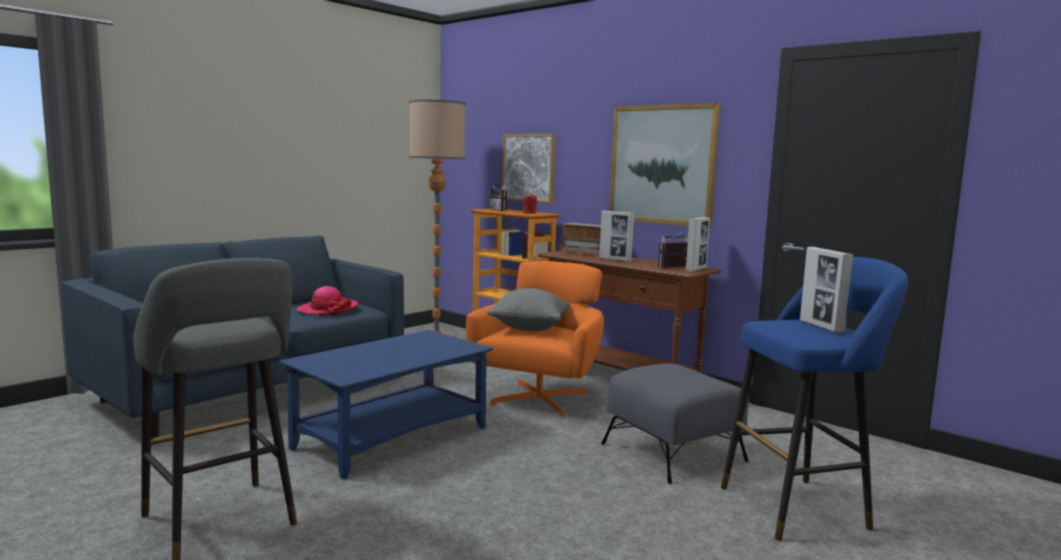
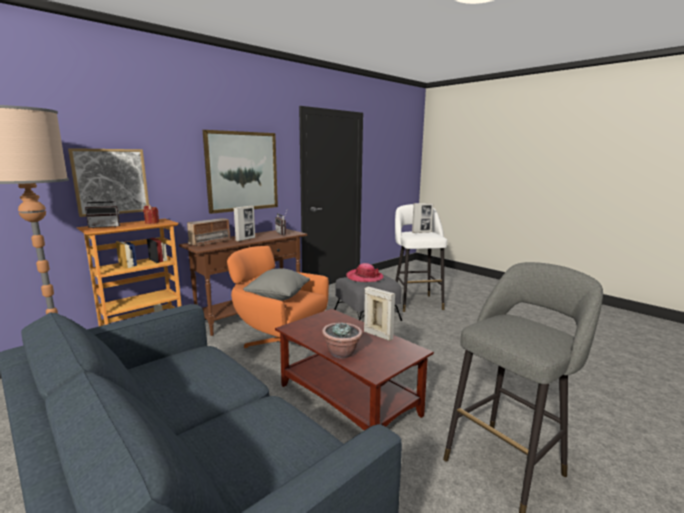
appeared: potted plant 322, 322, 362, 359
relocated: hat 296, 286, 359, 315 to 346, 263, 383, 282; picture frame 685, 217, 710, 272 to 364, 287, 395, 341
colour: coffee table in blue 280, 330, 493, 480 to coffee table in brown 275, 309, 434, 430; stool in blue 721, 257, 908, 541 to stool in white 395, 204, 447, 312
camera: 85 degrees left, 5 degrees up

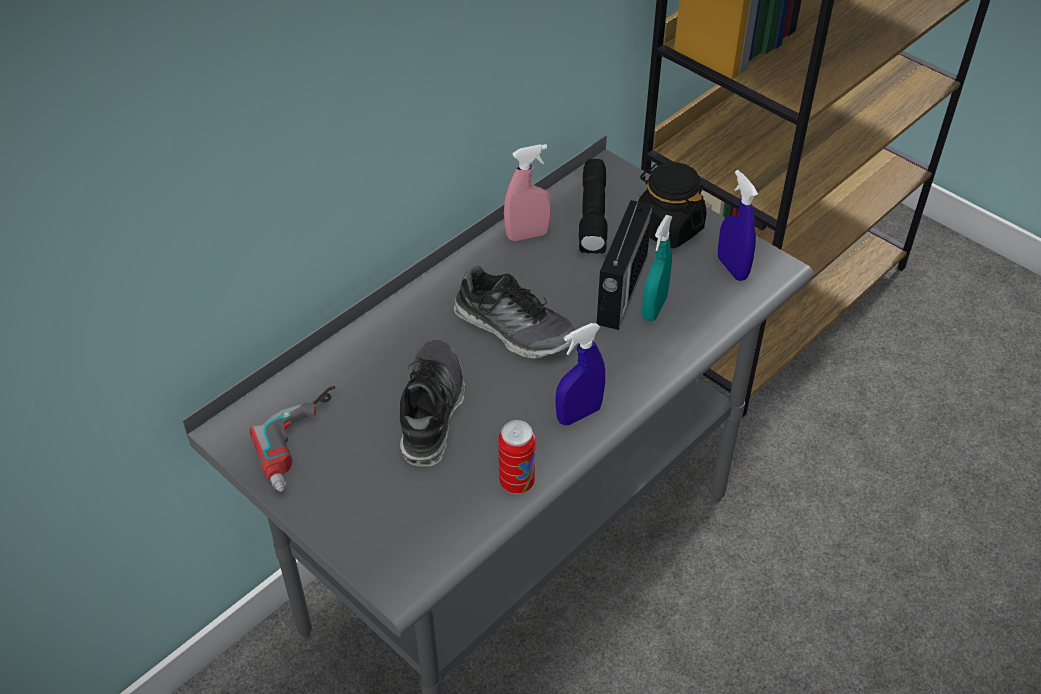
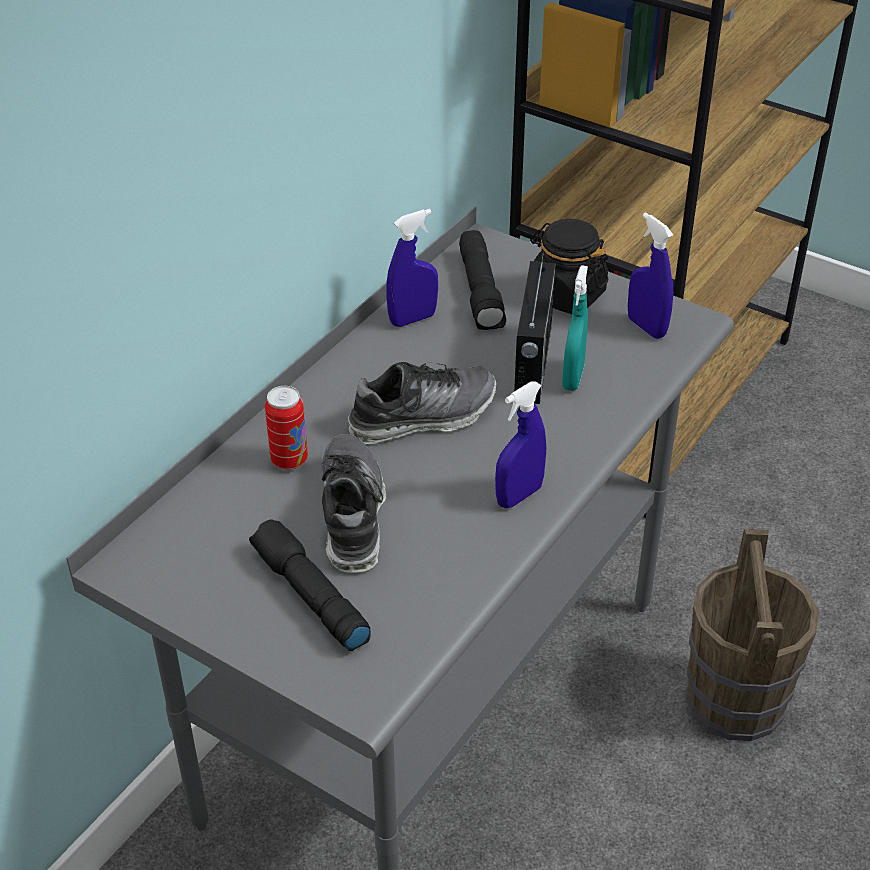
missing: power drill 250, 386, 336, 492
appeared: flashlight in black 249, 519, 371, 651; bucket in brown 686, 529, 819, 741
relocated: can 498, 420, 535, 494 to 265, 386, 308, 470
colour: spray bottle in pink 504, 144, 552, 241 to spray bottle in blue 386, 209, 438, 327
spun: shoe 454, 266, 574, 358 = 348, 362, 496, 444 45 degrees counterclockwise
camera: 10 degrees left, 5 degrees down

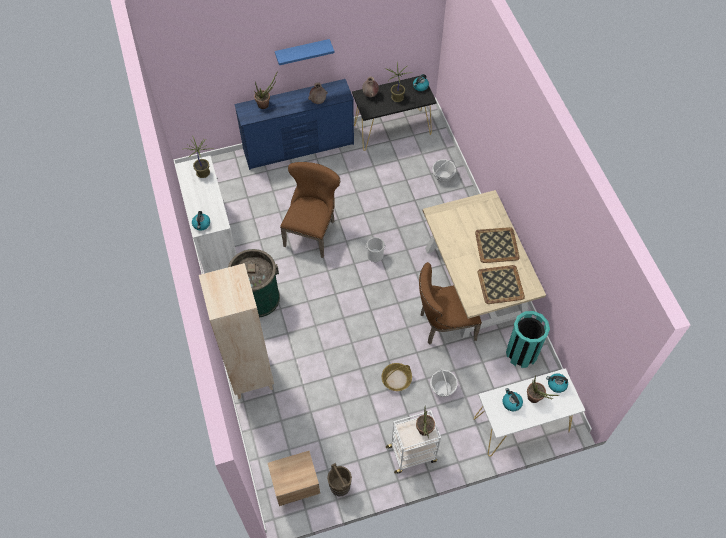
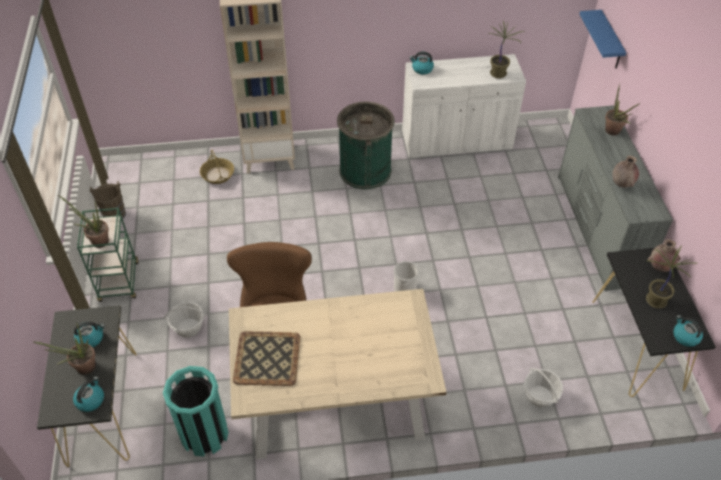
missing: nightstand in beige 268, 451, 320, 506; chair in brown 280, 162, 340, 258; tray 475, 227, 520, 263
relocated: shelf in blue 275, 39, 334, 65 to 579, 10, 626, 69; basket 382, 363, 412, 391 to 200, 150, 234, 184
colour: dresser in blue 234, 79, 354, 170 to dresser in grey 558, 105, 673, 291; cart in white 386, 410, 441, 474 to cart in green 77, 208, 139, 302; console table in white 474, 368, 585, 457 to console table in black 37, 305, 137, 467
camera: 100 degrees right, 10 degrees down

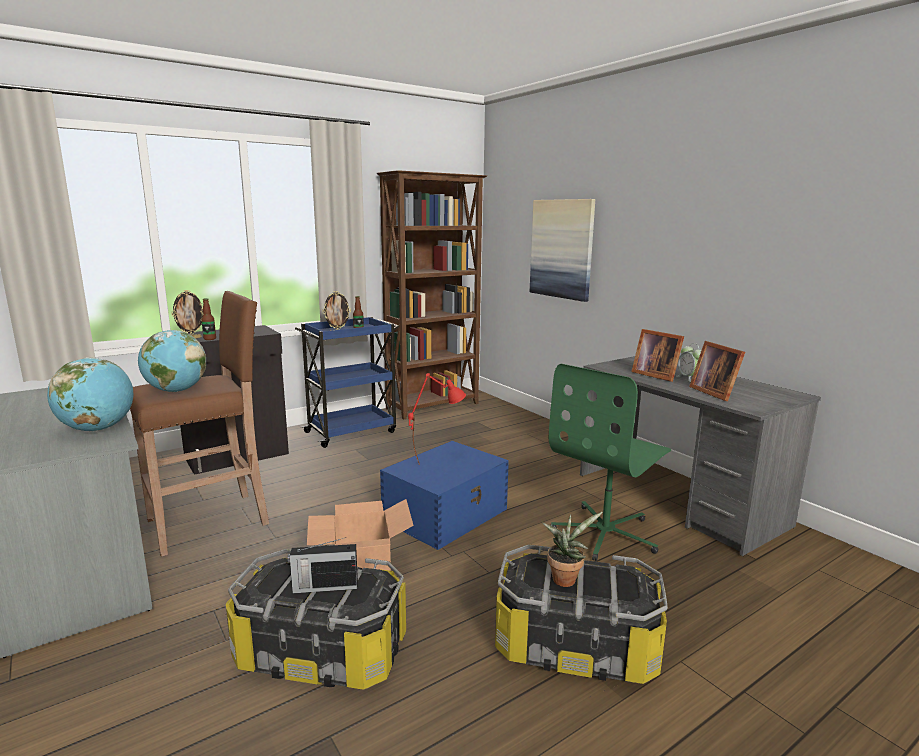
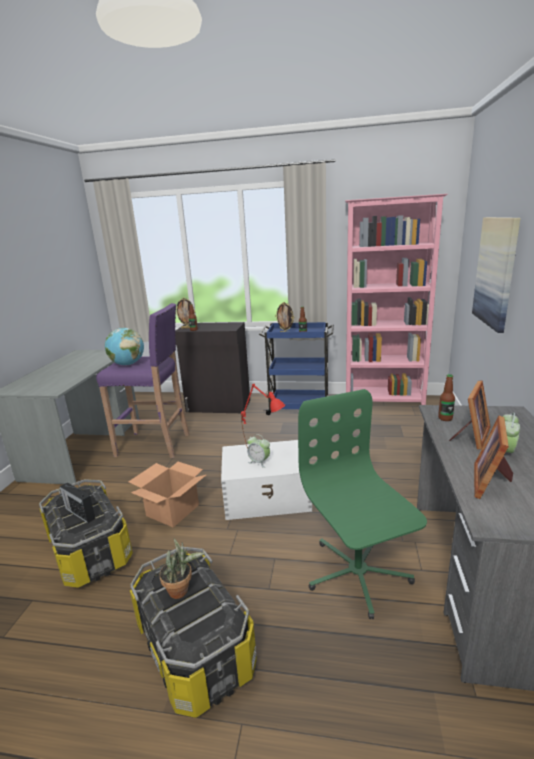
missing: globe 47, 357, 133, 432
appeared: alarm clock 247, 434, 270, 468; bottle 438, 374, 455, 421
colour: stool in brown 130, 291, 269, 557 to stool in purple 96, 303, 190, 458; bookcase in brown 376, 170, 487, 419 to bookcase in pink 345, 194, 448, 405; storage box in blue 380, 441, 509, 550 to storage box in white 221, 440, 312, 520
spun: office chair in green 549, 364, 671, 561 = 298, 389, 427, 619 75 degrees clockwise; picture frame 631, 329, 684, 382 = 449, 380, 491, 449 150 degrees counterclockwise
camera: 45 degrees right, 5 degrees up

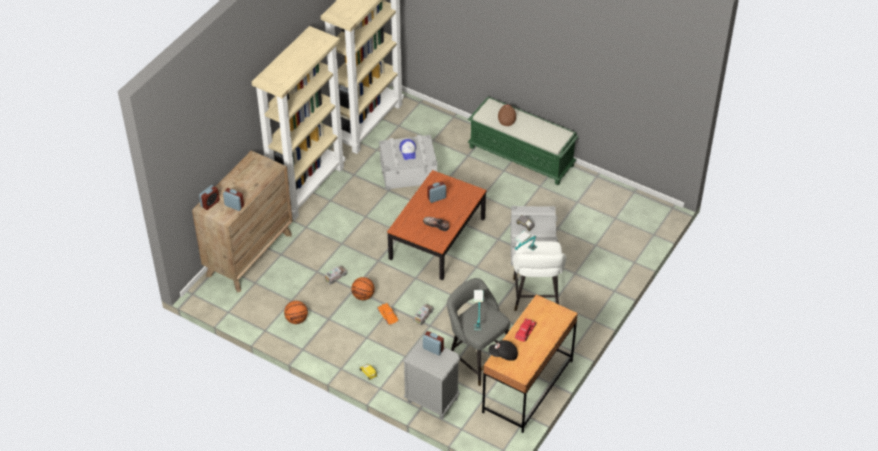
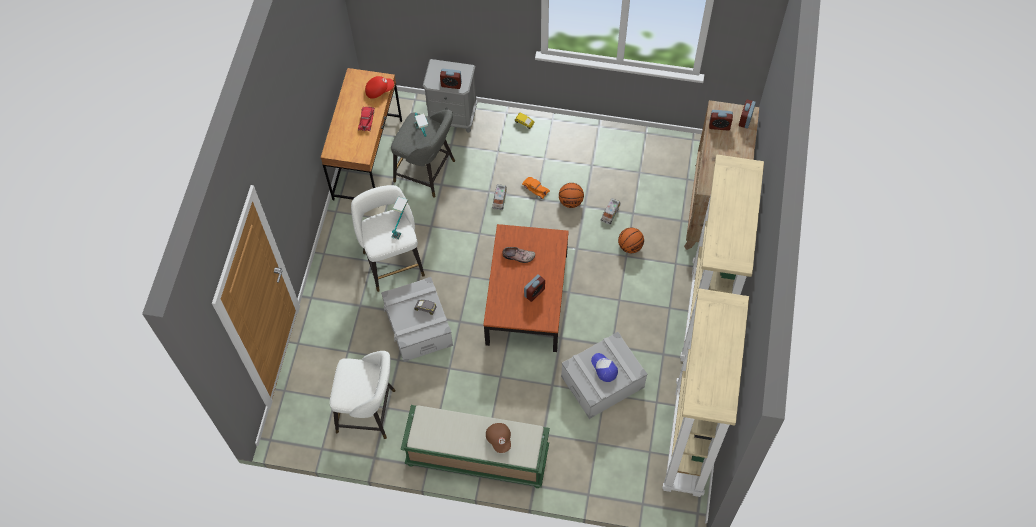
appeared: stool in white 330, 351, 396, 439
relocated: basketball 284, 301, 308, 324 to 618, 227, 644, 253
colour: cap in black 488, 340, 518, 361 to cap in red 365, 76, 394, 99
camera: 160 degrees right, 15 degrees up

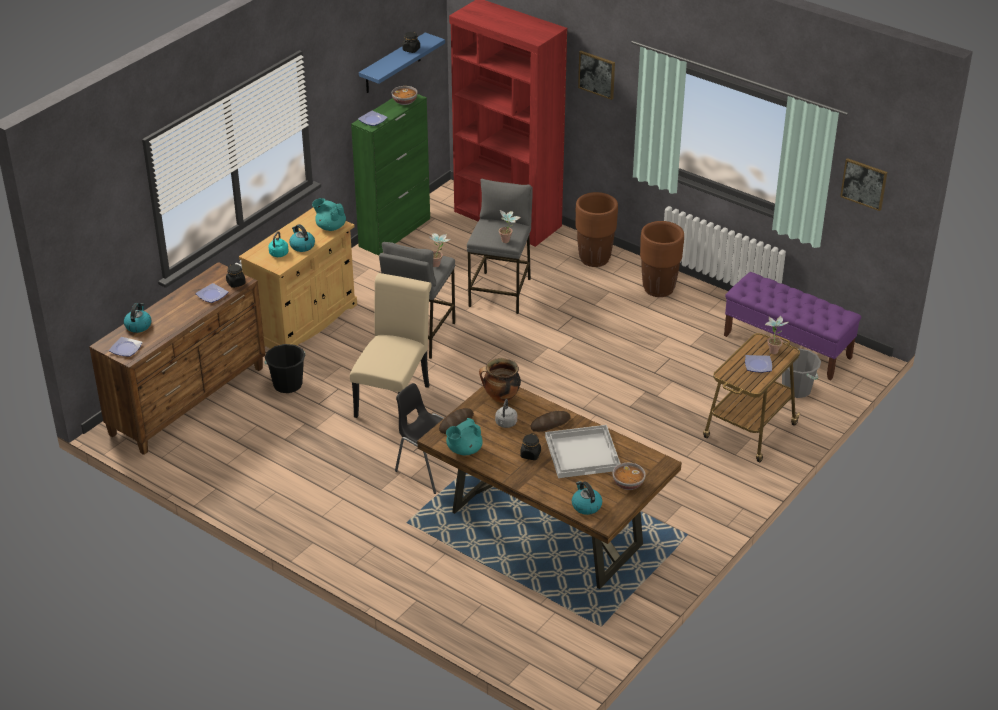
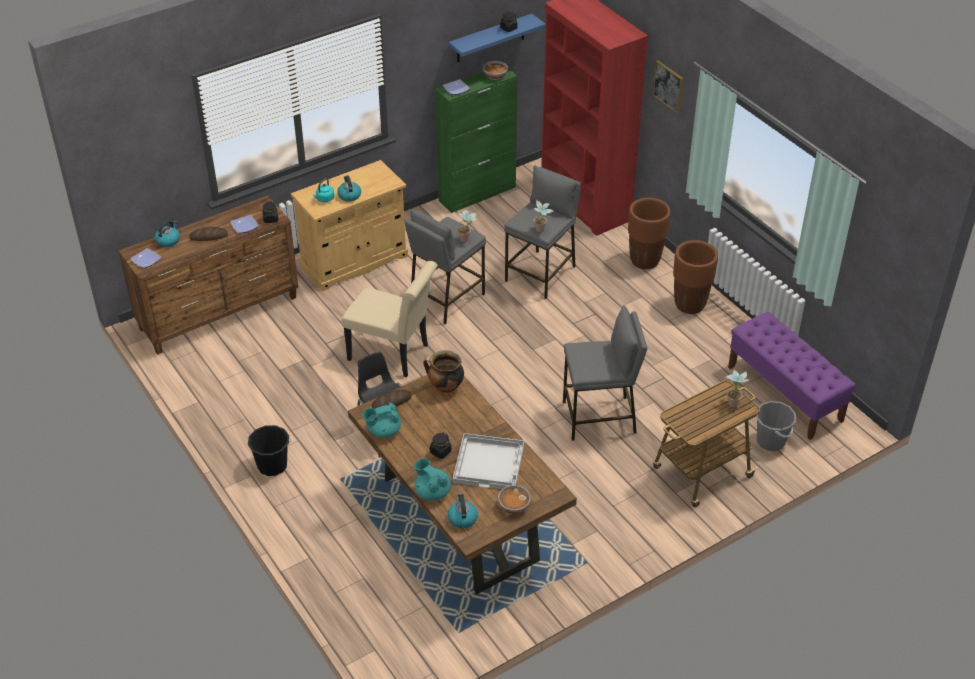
missing: kettle in grey 495, 399, 517, 428; plate 745, 355, 772, 372; picture 840, 158, 887, 211
appeared: stool in grey 563, 305, 647, 441
relocated: bucket in black 264, 344, 305, 393 to 247, 425, 291, 476; teapot in turquoise 312, 198, 346, 231 to 414, 459, 451, 501; bread 530, 411, 571, 432 to 189, 227, 228, 241
spun: chair in beige 350, 273, 432, 424 = 341, 261, 438, 377 75 degrees clockwise
camera: 20 degrees right, 5 degrees up

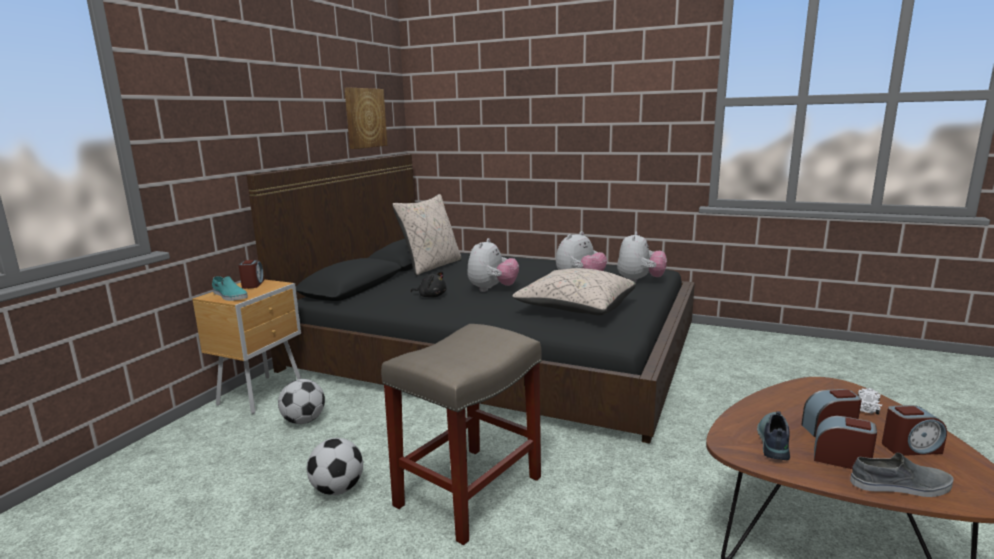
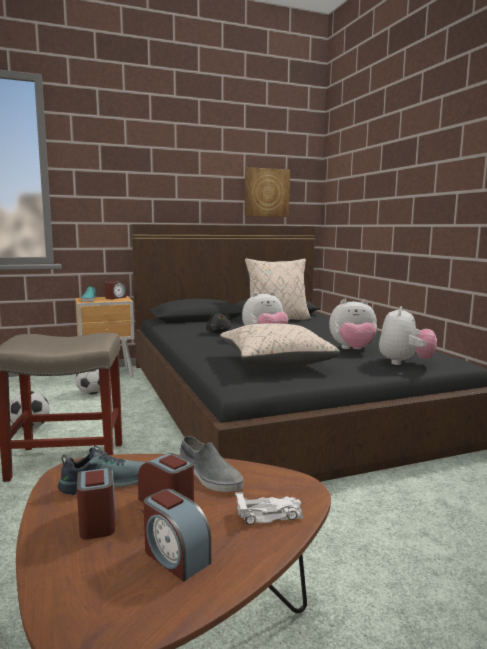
relocated: shoe in grey 850, 453, 954, 497 to 180, 436, 243, 492
spun: plush toy 617, 231, 667, 283 = 379, 306, 437, 365 45 degrees counterclockwise
camera: 45 degrees right, 5 degrees down

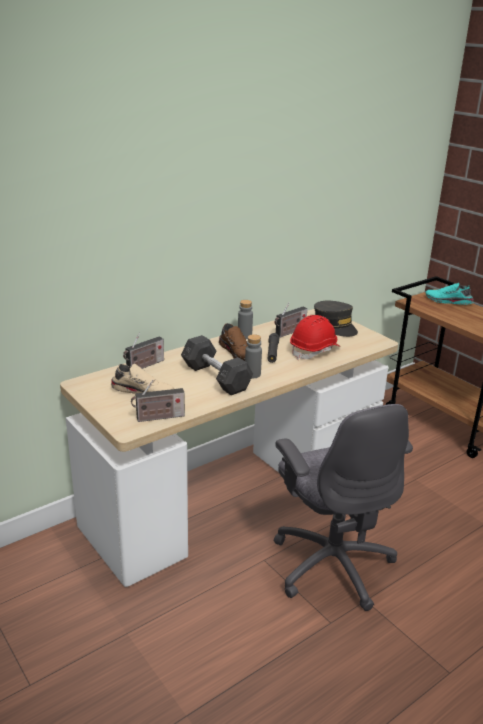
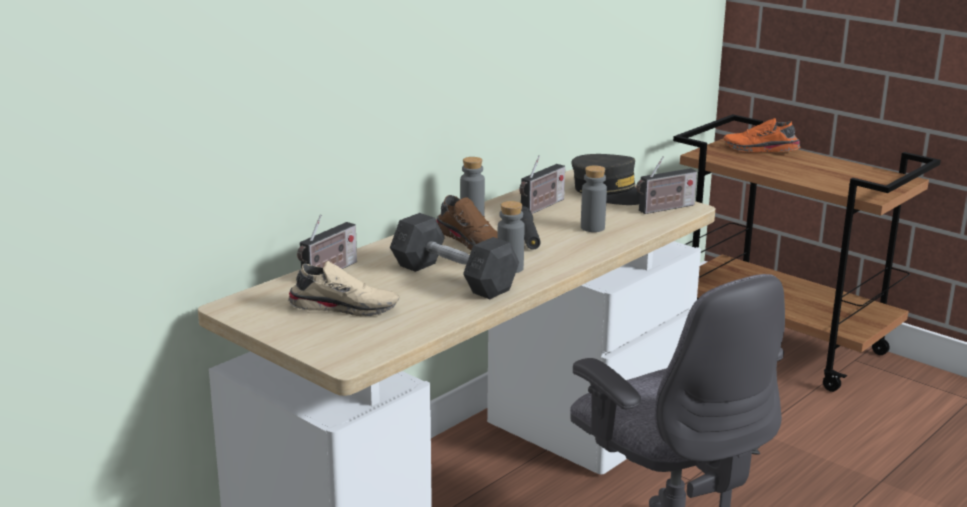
relocated: radio 131, 380, 185, 422 to 636, 156, 697, 214
exchanged: hard hat in red 290, 315, 341, 360 to bottle in grey 581, 165, 607, 232
colour: shoe in turquoise 426, 283, 473, 305 to shoe in orange 724, 118, 801, 153
camera: 10 degrees left, 5 degrees down

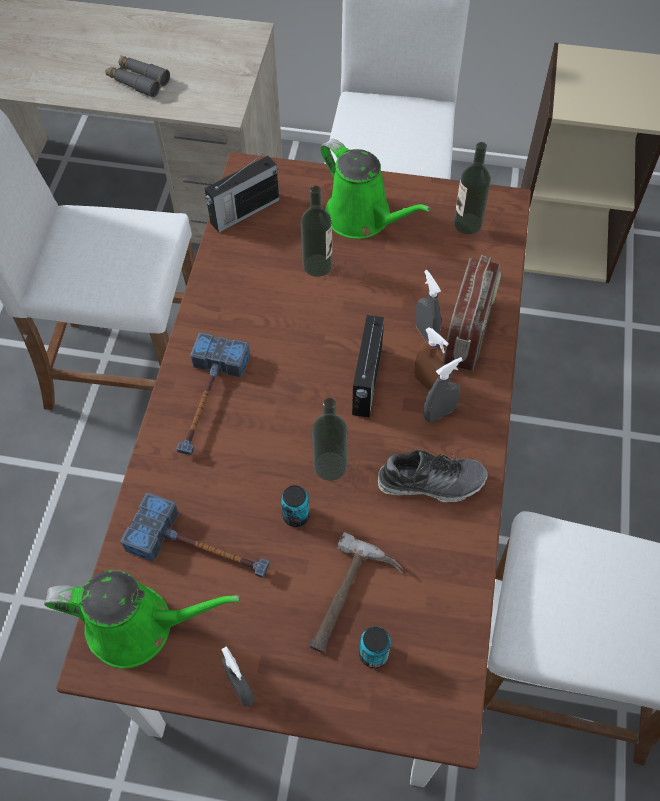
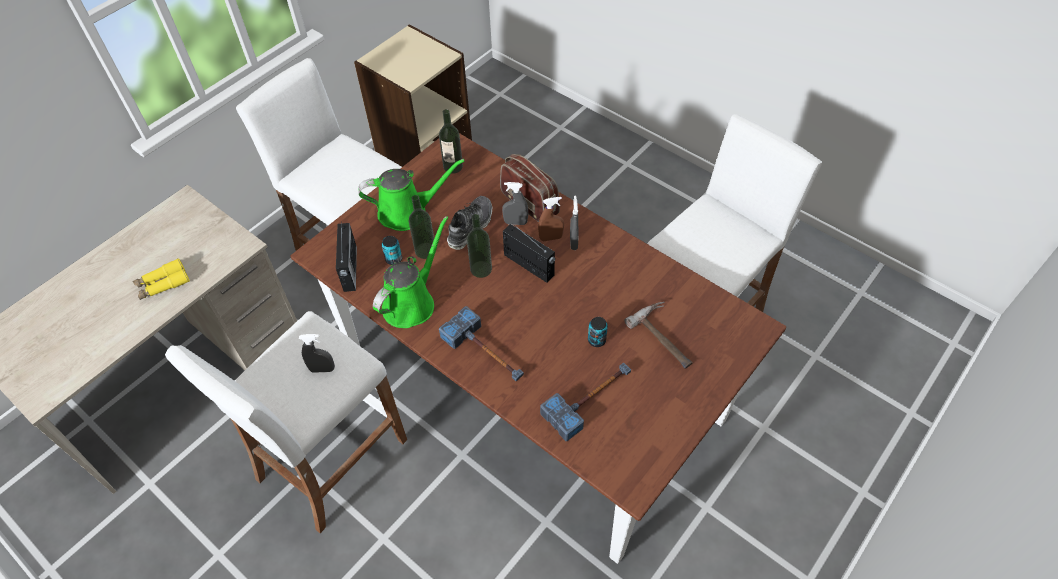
relocated: watering can in green 44, 570, 240, 668 to 373, 216, 448, 328; spray bottle in grey 221, 646, 254, 707 to 299, 334, 335, 373; bottle 312, 398, 348, 481 to 467, 214, 492, 278; can 359, 626, 391, 668 to 382, 236, 402, 265; shoe 378, 449, 488, 502 to 447, 196, 493, 250
colour: binoculars in grey 105, 55, 170, 98 to binoculars in yellow 132, 259, 190, 300
camera: 60 degrees left, 5 degrees down

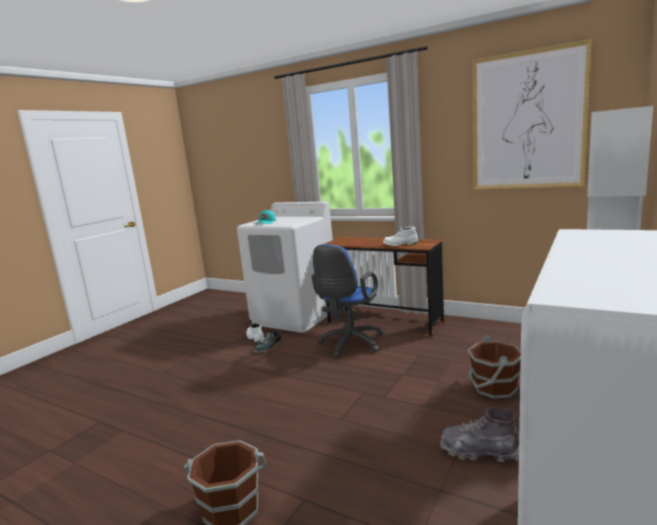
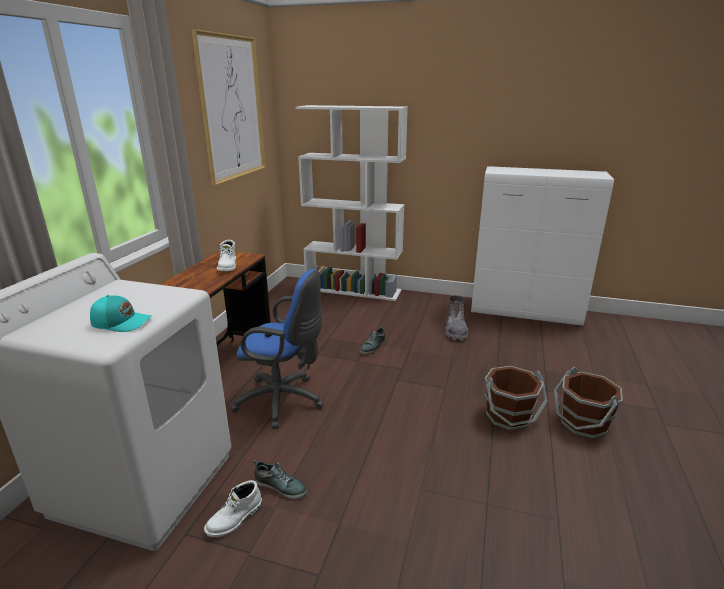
appeared: shoe 360, 326, 385, 355
relocated: bucket in brown 468, 335, 521, 399 to 485, 366, 548, 430
camera: 105 degrees left, 10 degrees up

